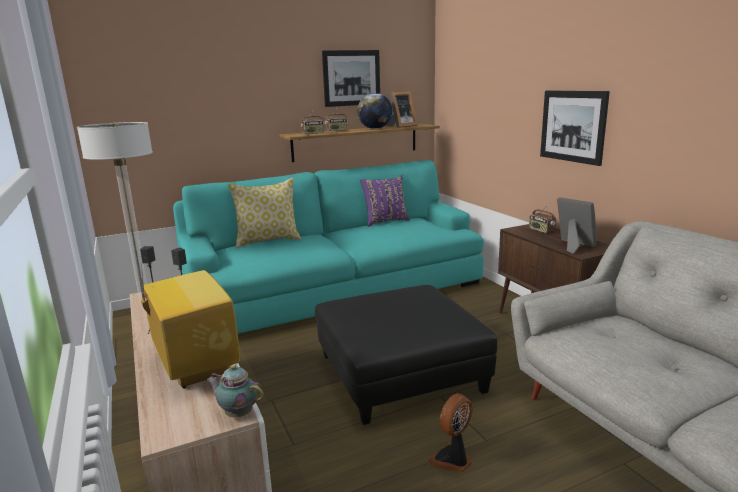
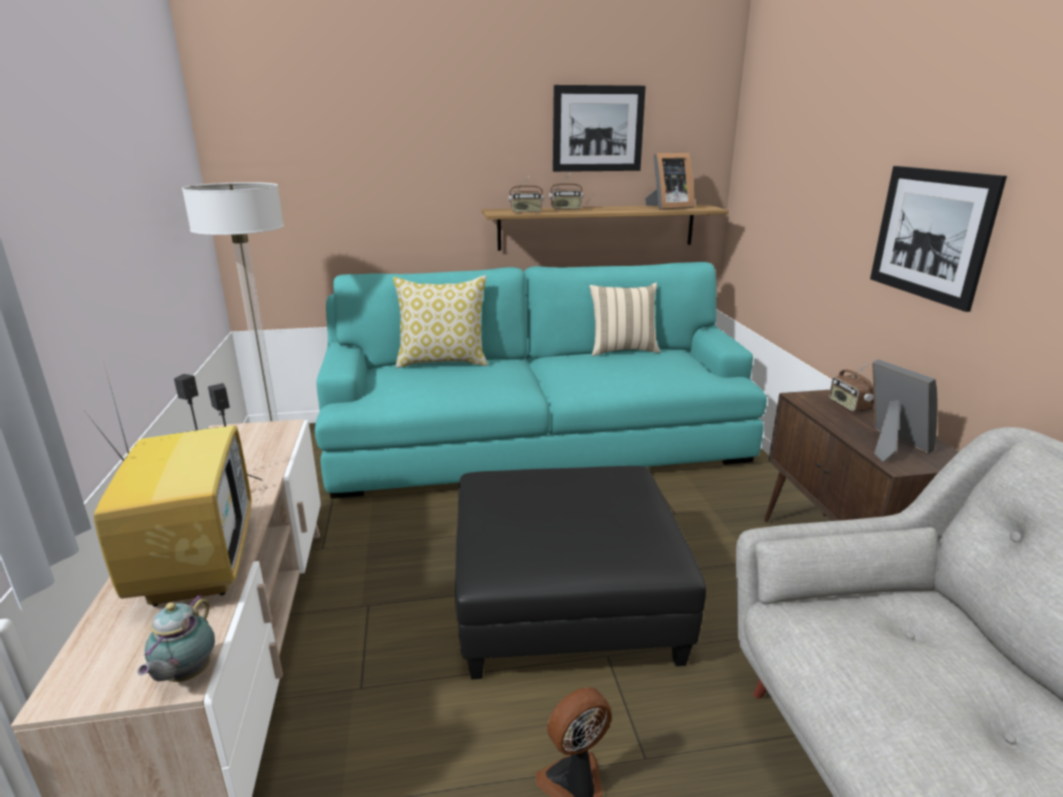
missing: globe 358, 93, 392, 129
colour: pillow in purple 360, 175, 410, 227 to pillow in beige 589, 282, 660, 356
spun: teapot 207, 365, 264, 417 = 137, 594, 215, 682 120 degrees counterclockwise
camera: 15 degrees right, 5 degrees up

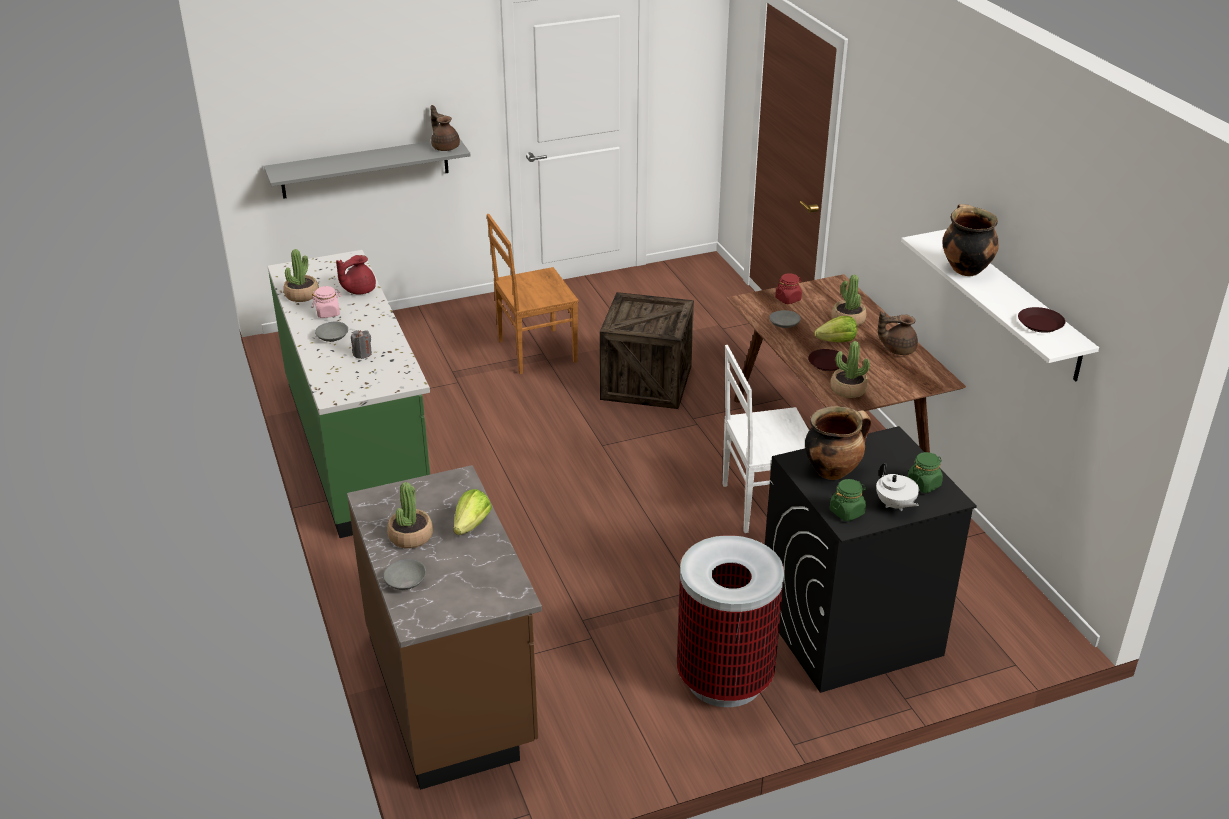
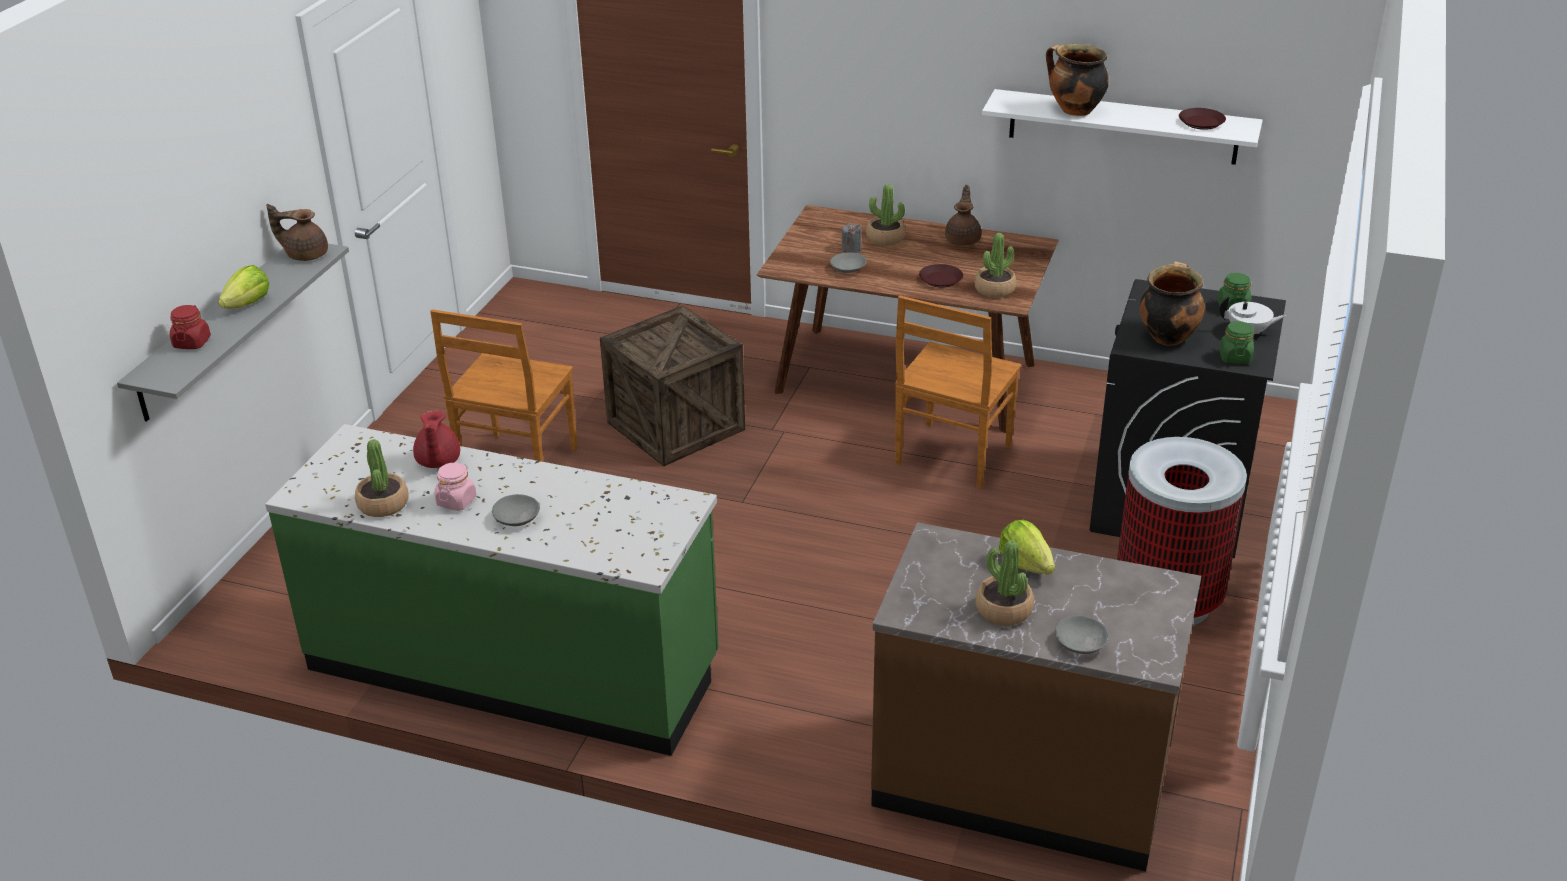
relocated: candle in grey 351, 330, 372, 359 to 842, 223, 862, 253; jar in red 775, 273, 802, 304 to 170, 305, 211, 349; lettuce 815, 316, 857, 342 to 218, 265, 269, 309
colour: chair in white 723, 345, 809, 533 to chair in brown 895, 296, 1021, 489
spun: teapot in brown 878, 311, 918, 355 = 945, 185, 981, 246 150 degrees clockwise
camera: 50 degrees left, 0 degrees up

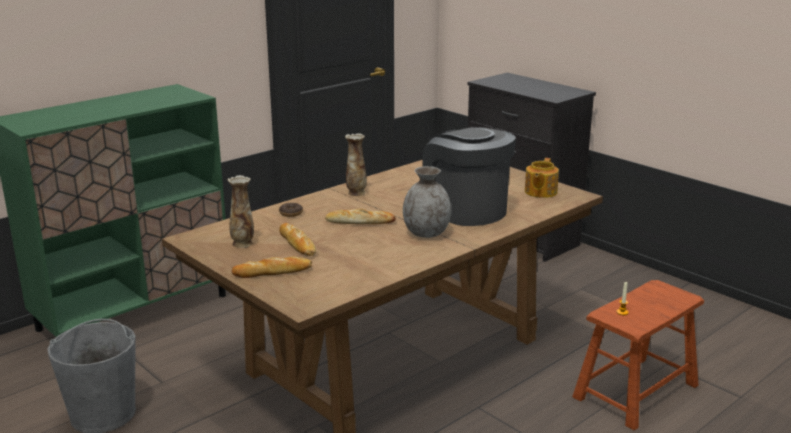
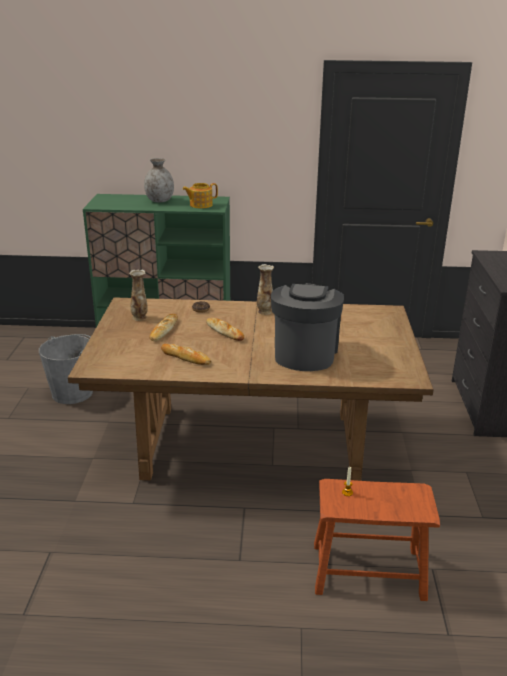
relocated: bread 232, 256, 312, 278 to 161, 344, 212, 365; vase in grey 403, 166, 451, 238 to 144, 158, 174, 202; teapot 525, 158, 559, 198 to 182, 183, 218, 208
camera: 45 degrees right, 5 degrees up

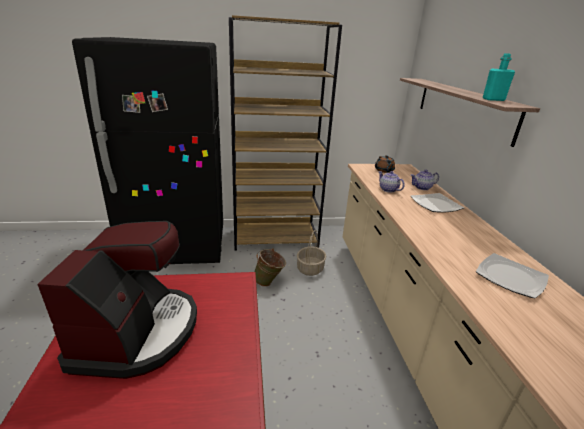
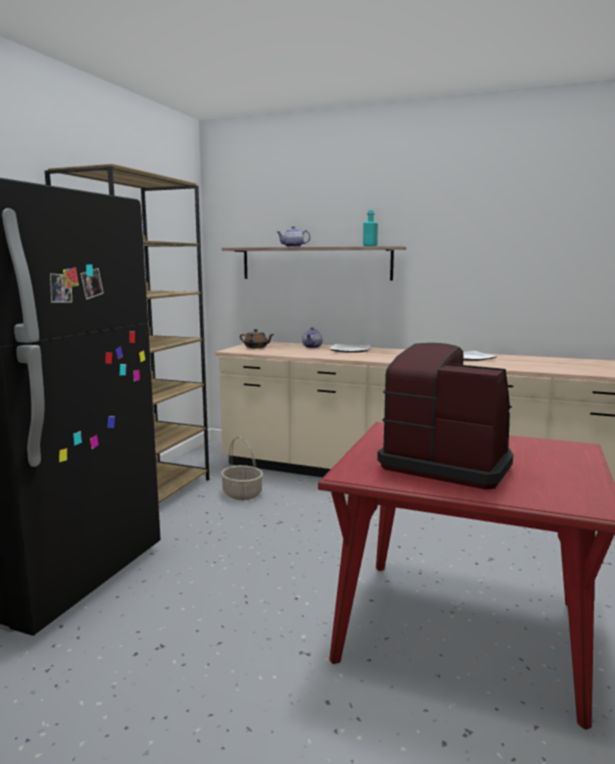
missing: bucket in green 254, 248, 286, 287
relocated: teapot 378, 171, 405, 192 to 277, 226, 310, 247
camera: 60 degrees left, 15 degrees down

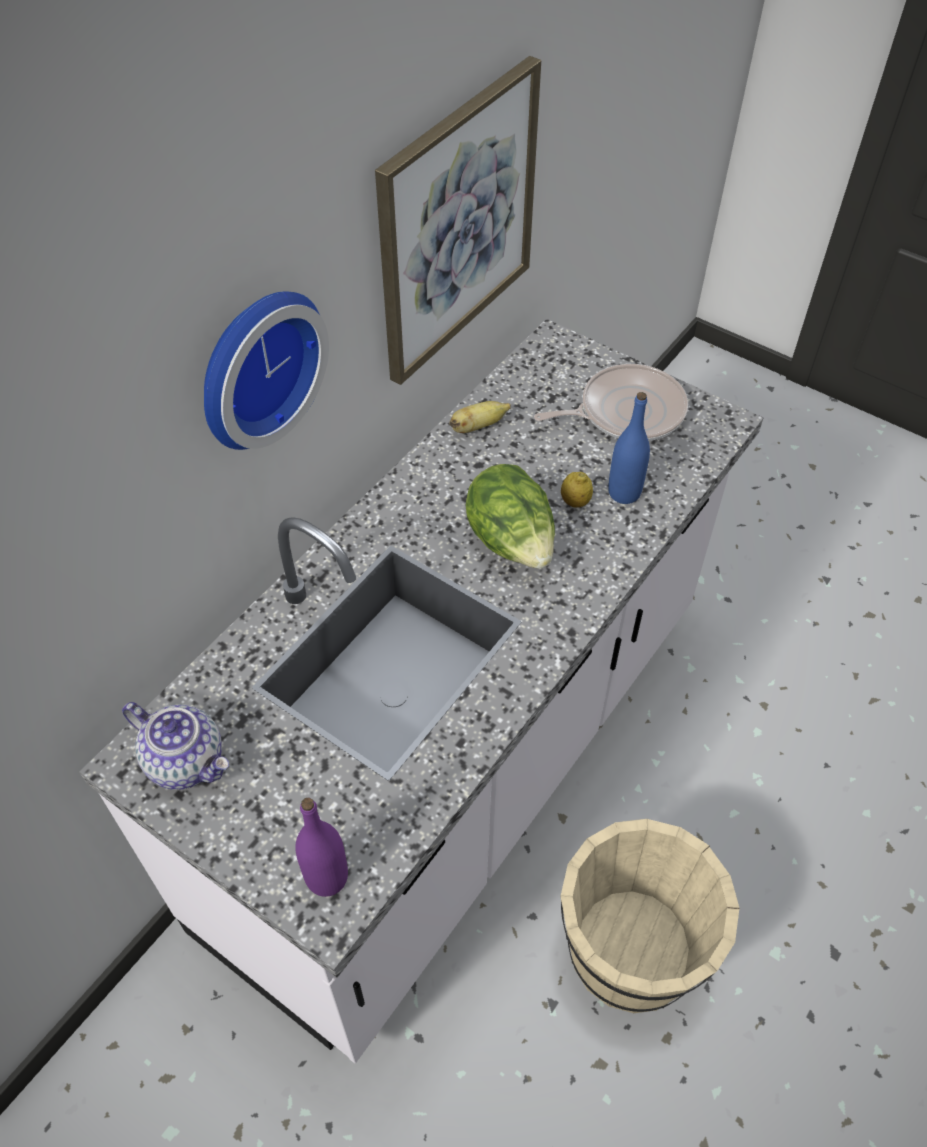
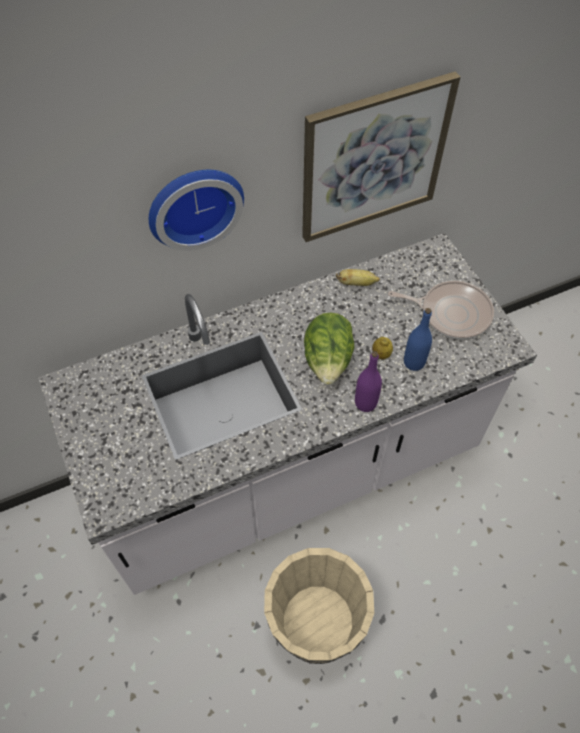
missing: teapot 122, 702, 229, 790
relocated: bottle in purple 295, 798, 348, 897 to 355, 351, 382, 412
camera: 30 degrees right, 5 degrees up

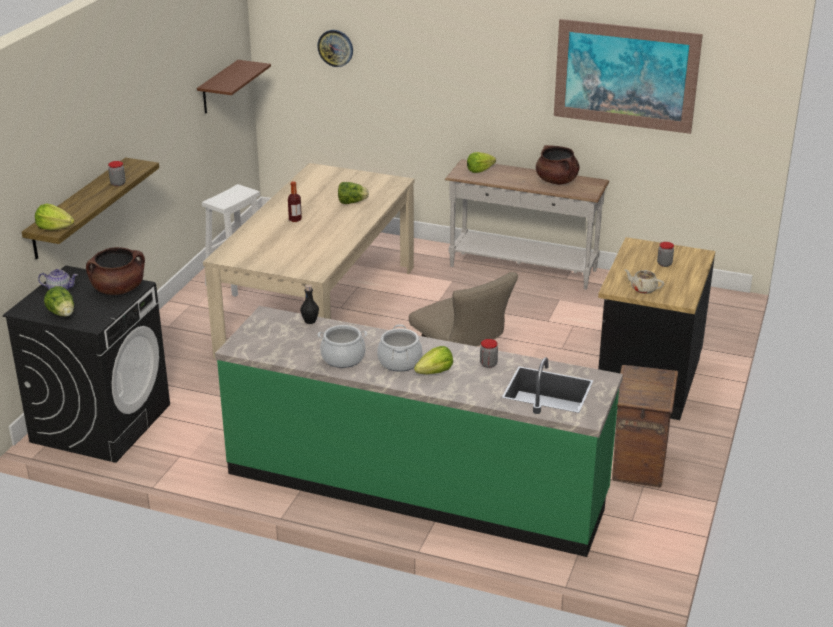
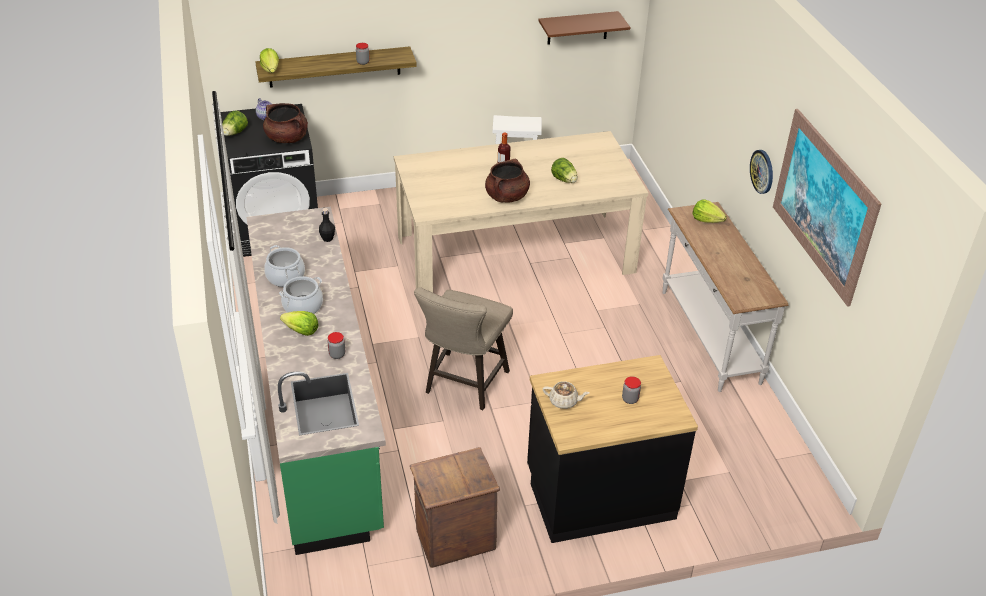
relocated: wall clock 317, 30, 353, 67 to 750, 150, 773, 194; cooking pot in brown 536, 145, 579, 185 to 485, 159, 530, 202
spun: teapot in beige 624, 269, 664, 294 = 543, 381, 589, 409 105 degrees clockwise
camera: 55 degrees right, 10 degrees up

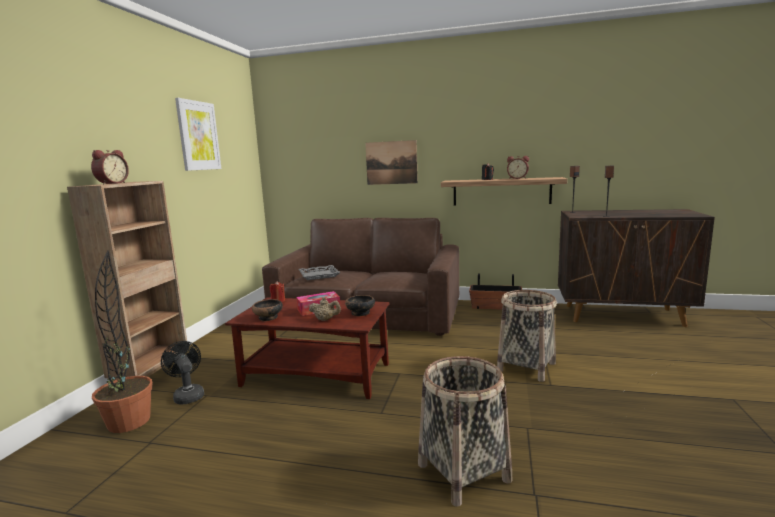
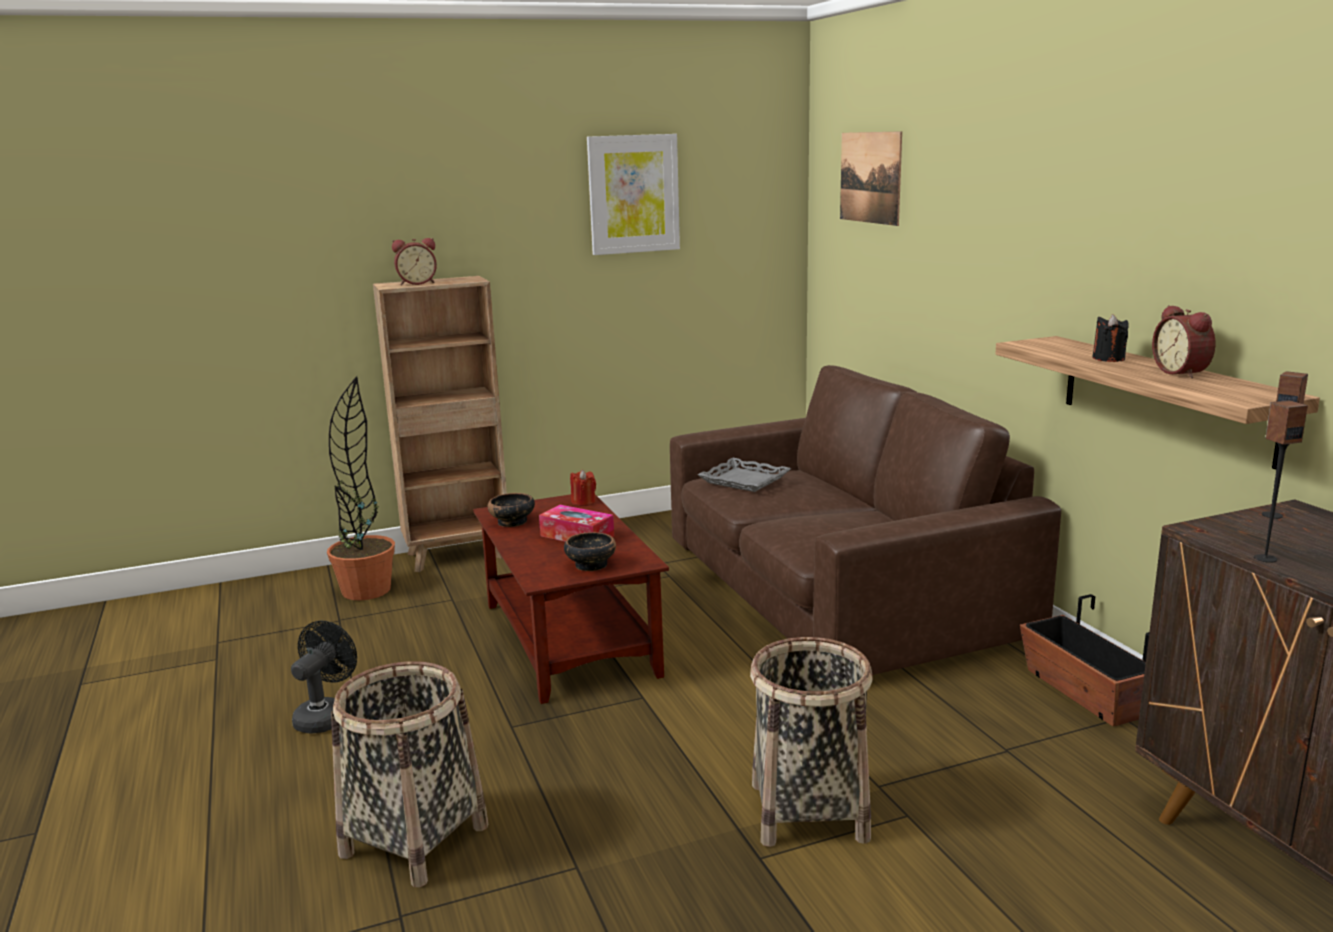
missing: teapot in beige 309, 297, 341, 321
relocated: fan in black 161, 341, 204, 404 to 291, 621, 357, 734; picture 365, 140, 418, 185 to 840, 131, 902, 226
camera: 55 degrees right, 5 degrees up

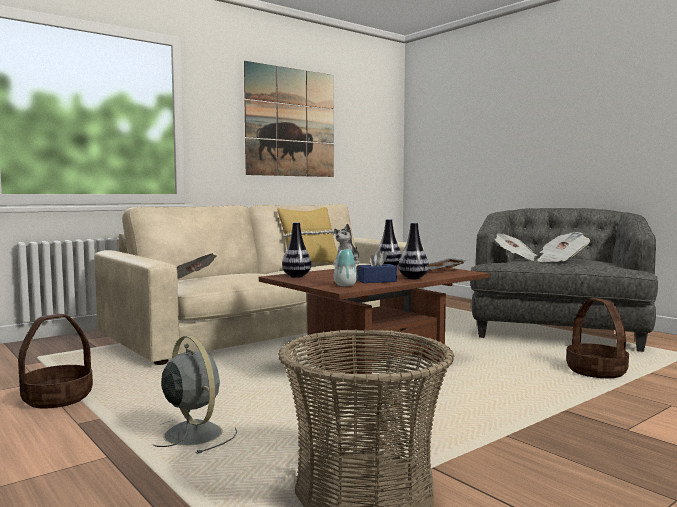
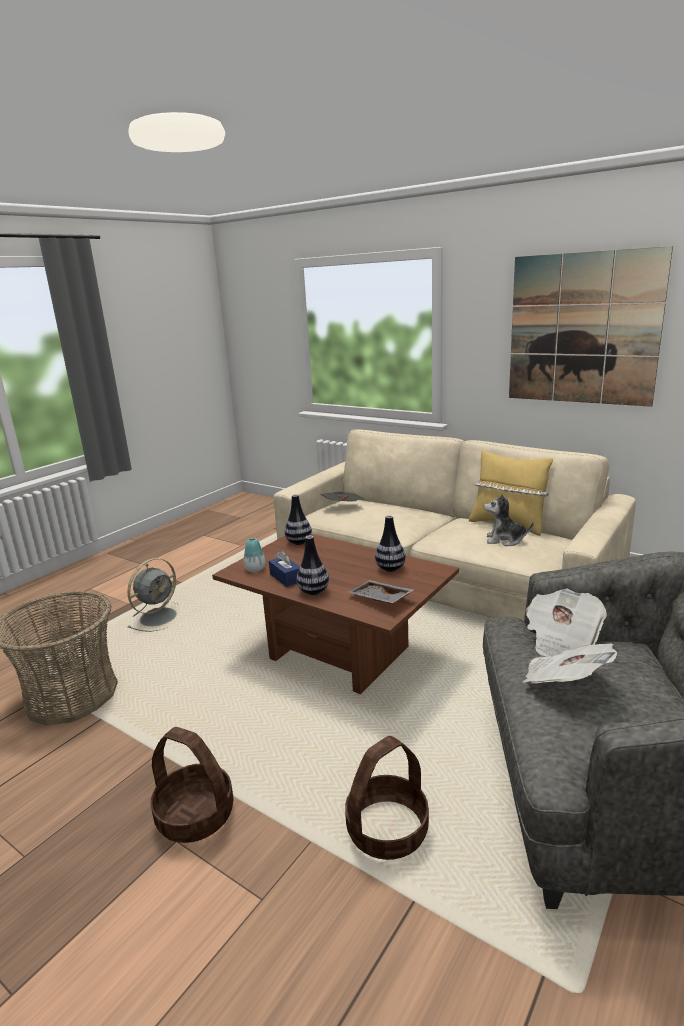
relocated: basket 18, 314, 93, 408 to 150, 727, 233, 843
camera: 75 degrees right, 15 degrees up

